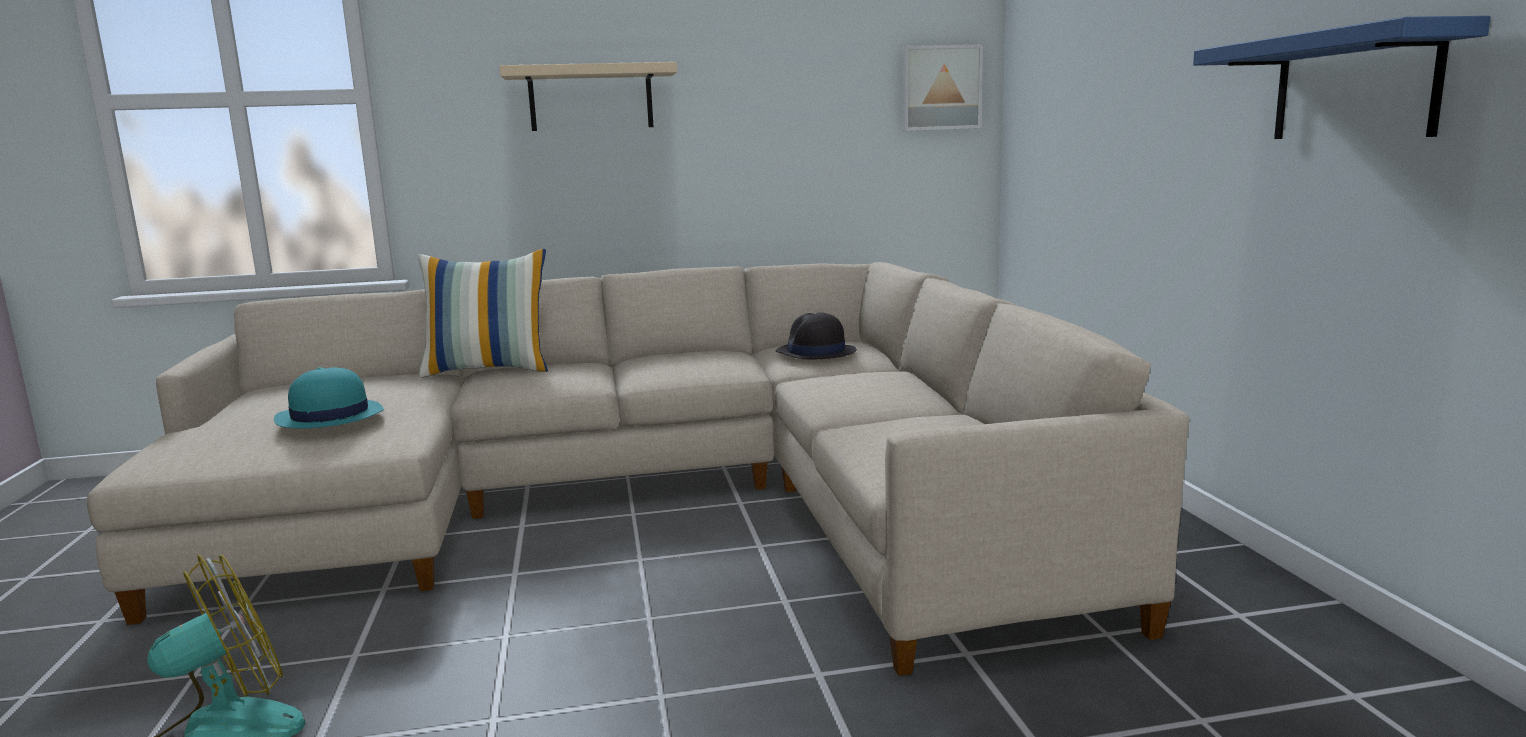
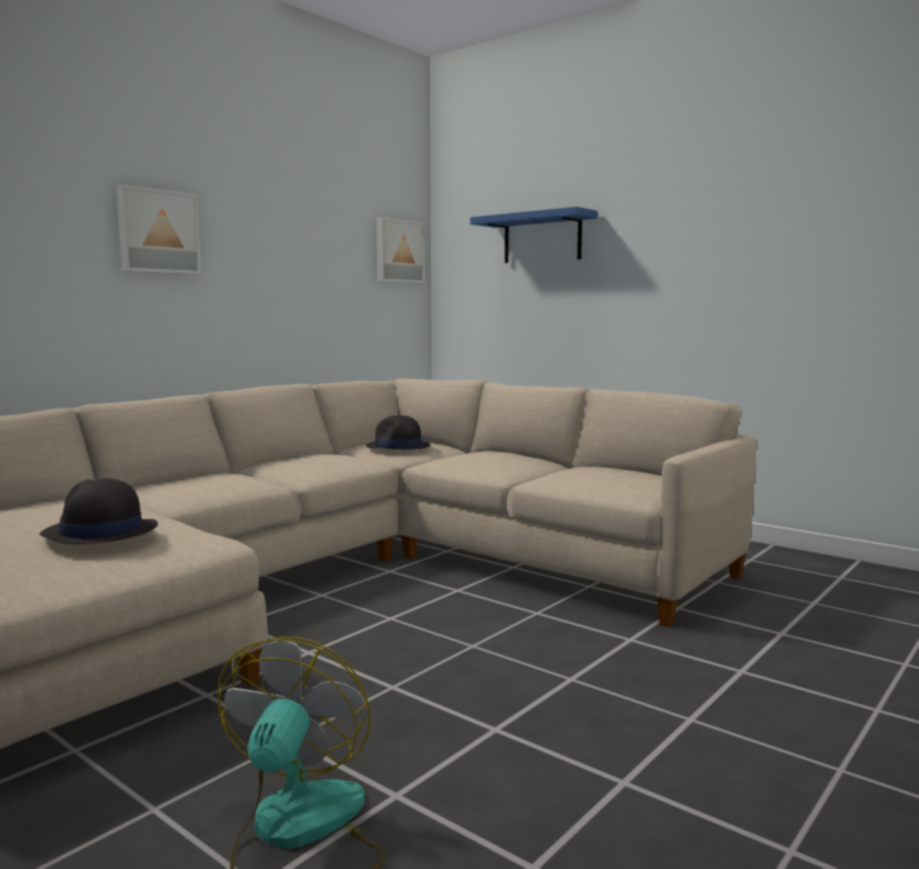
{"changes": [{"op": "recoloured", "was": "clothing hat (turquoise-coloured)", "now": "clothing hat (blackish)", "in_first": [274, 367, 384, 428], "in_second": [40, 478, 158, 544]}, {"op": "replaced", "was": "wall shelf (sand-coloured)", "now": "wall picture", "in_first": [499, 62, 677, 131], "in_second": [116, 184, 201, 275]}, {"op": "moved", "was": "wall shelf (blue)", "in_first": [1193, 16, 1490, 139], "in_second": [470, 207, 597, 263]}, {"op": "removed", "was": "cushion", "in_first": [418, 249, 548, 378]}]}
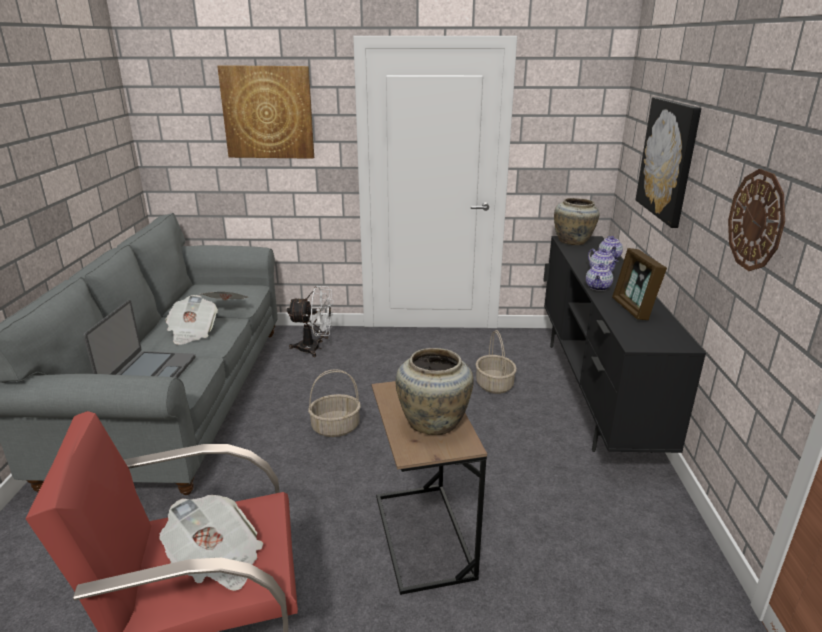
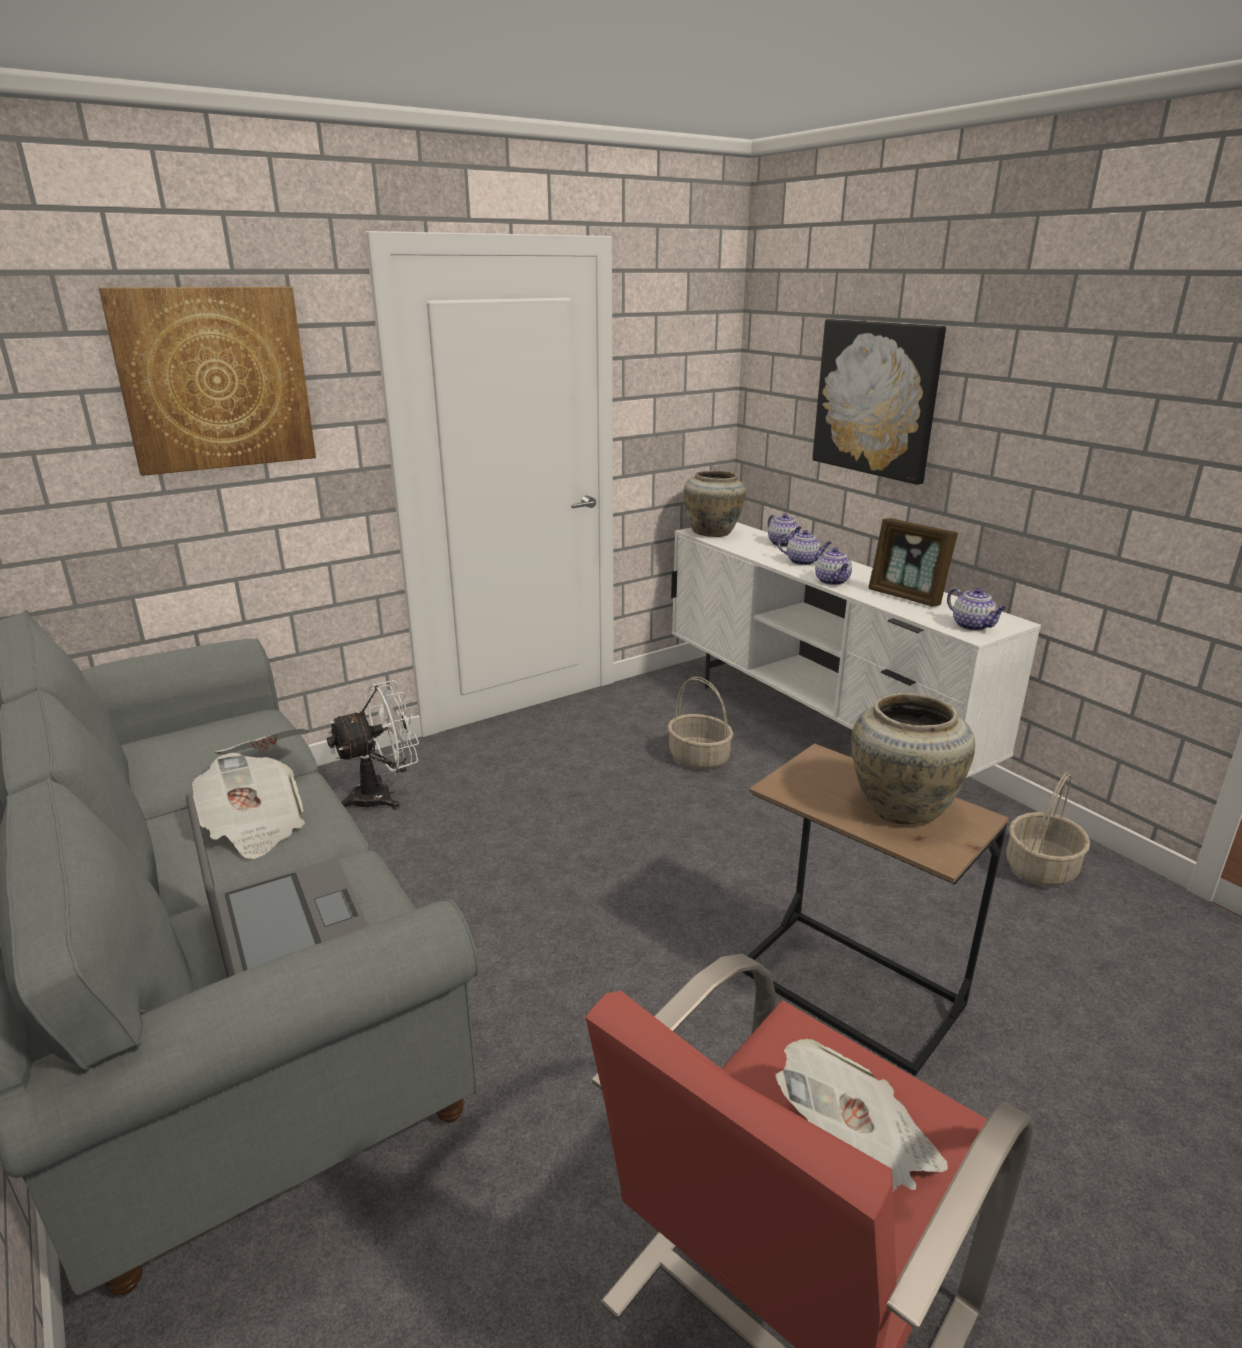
{"changes": [{"op": "recoloured", "was": "tv unit (blackish)", "now": "tv unit (white)", "in_first": [543, 236, 706, 453], "in_second": [671, 522, 1041, 778]}, {"op": "added", "now": "teapot", "in_second": [947, 588, 1007, 631]}, {"op": "moved", "was": "storage basket", "in_first": [308, 369, 361, 437], "in_second": [1006, 772, 1090, 886]}, {"op": "removed", "was": "wall clock", "in_first": [728, 169, 785, 271]}]}
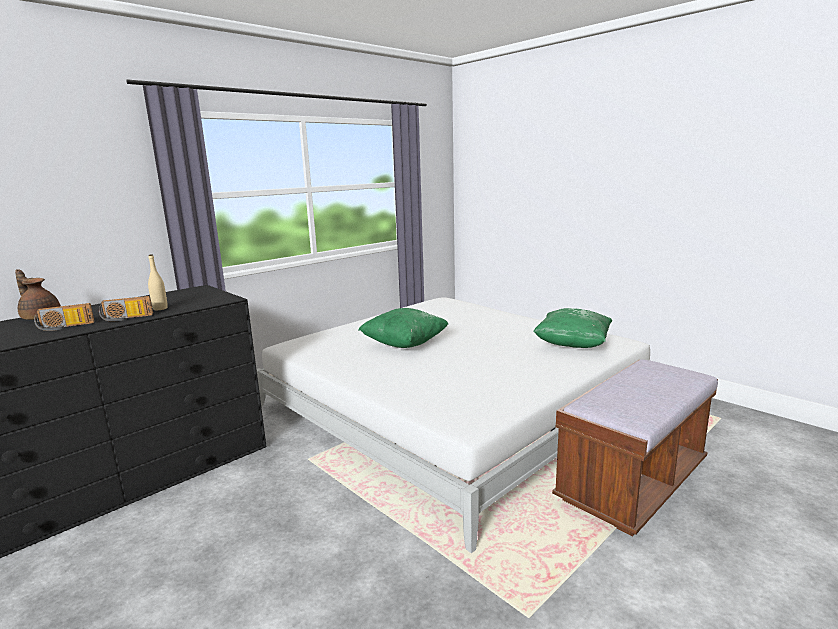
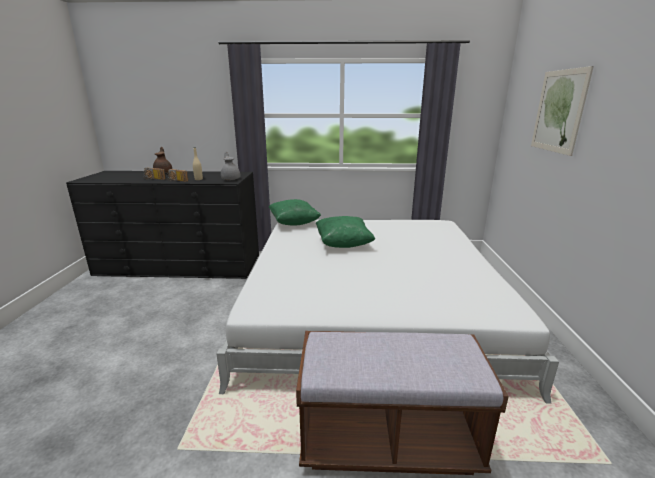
{"changes": [{"op": "added", "now": "teapot (grey)", "in_second": [221, 151, 240, 180]}, {"op": "moved", "was": "cushion (green-coloured)", "in_first": [533, 308, 612, 348], "in_second": [269, 199, 321, 225]}, {"op": "added", "now": "wall picture", "in_second": [531, 66, 594, 156]}]}
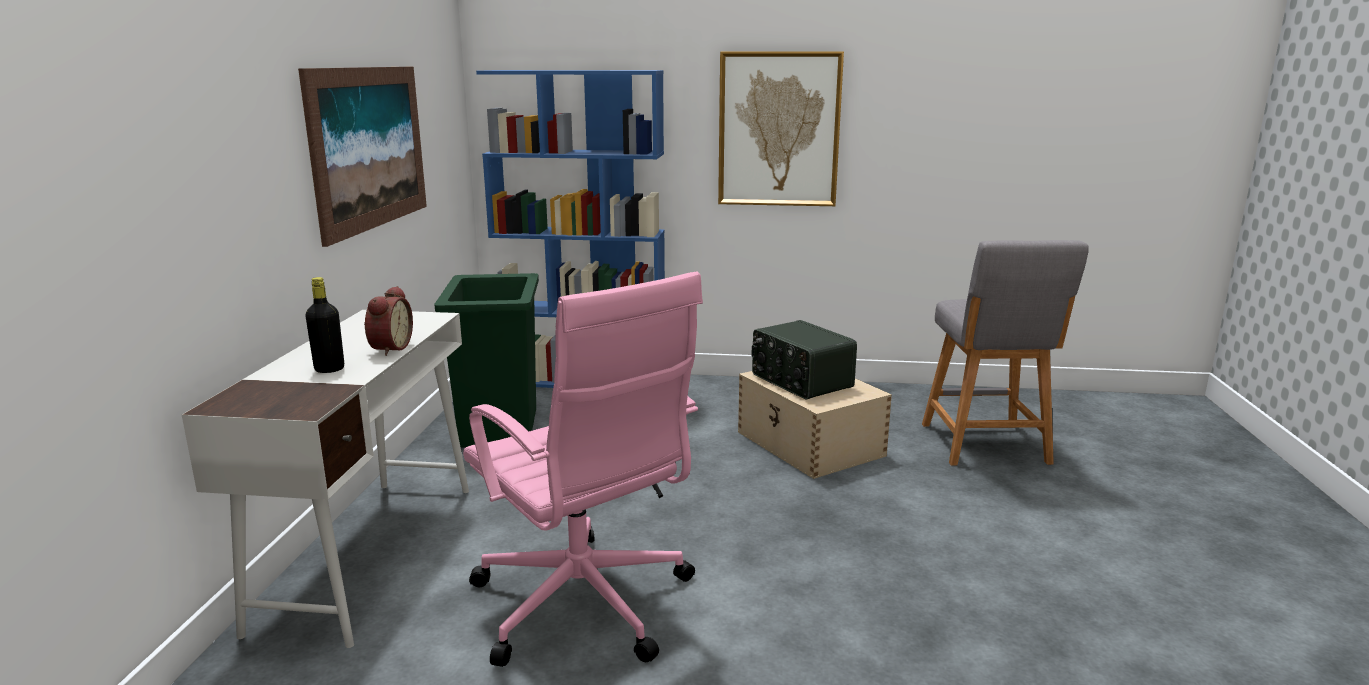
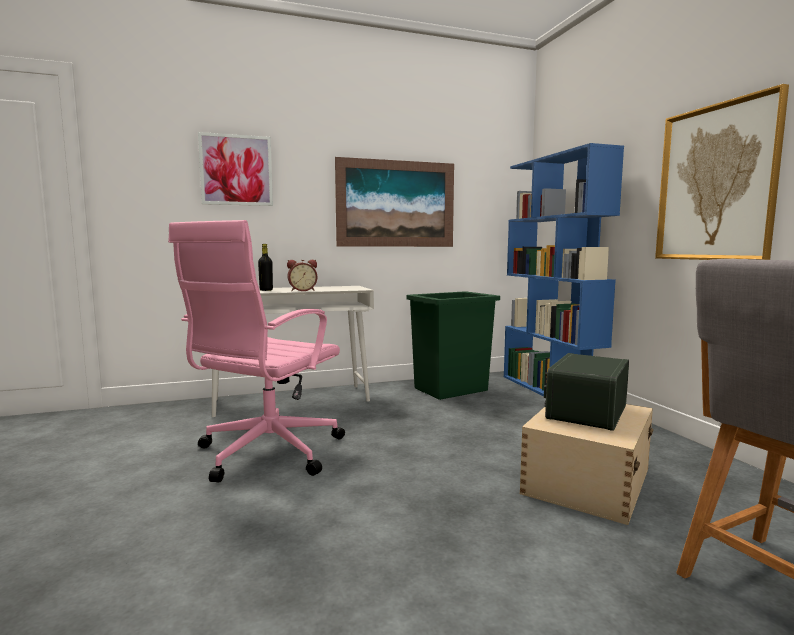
{"changes": [{"op": "added", "now": "wall picture", "in_second": [198, 132, 273, 206]}]}
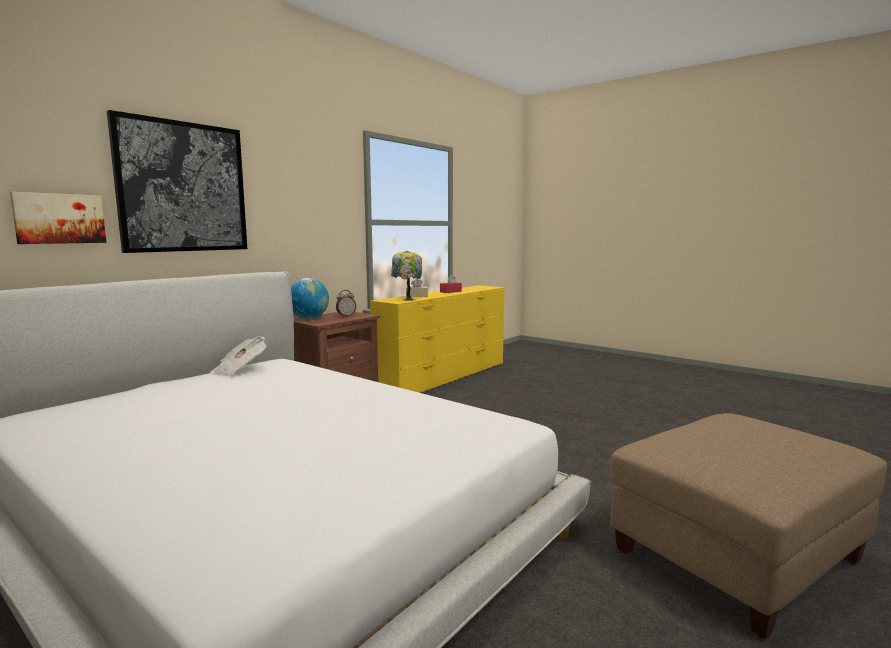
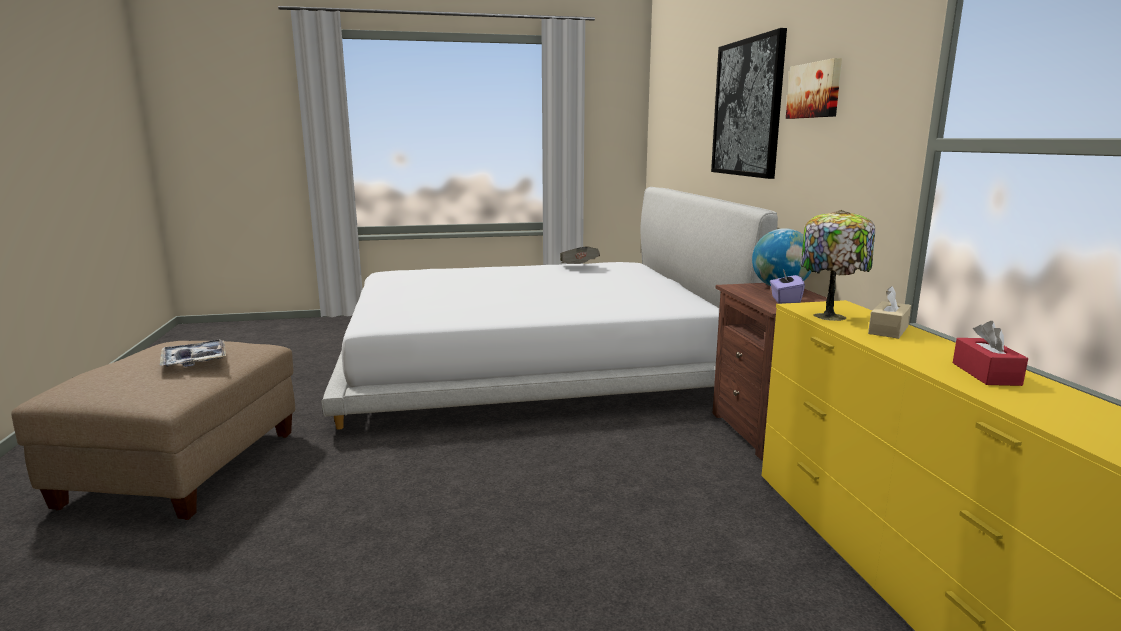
{"changes": [{"op": "added", "now": "tray", "in_second": [160, 340, 226, 367]}, {"op": "moved", "was": "daily paper", "in_first": [210, 336, 266, 375], "in_second": [560, 246, 600, 264]}, {"op": "replaced", "was": "table clock", "now": "box of tissues (purple-coloured)", "in_first": [336, 290, 357, 317], "in_second": [770, 269, 805, 304]}, {"op": "moved", "was": "wall picture", "in_first": [10, 192, 106, 244], "in_second": [786, 58, 842, 119]}]}
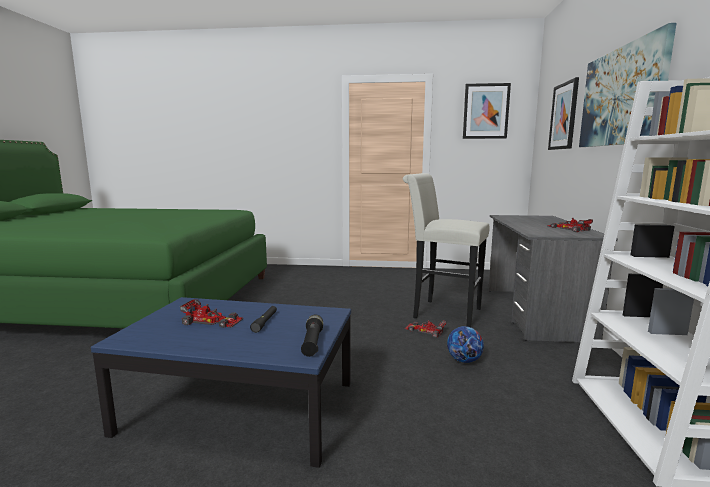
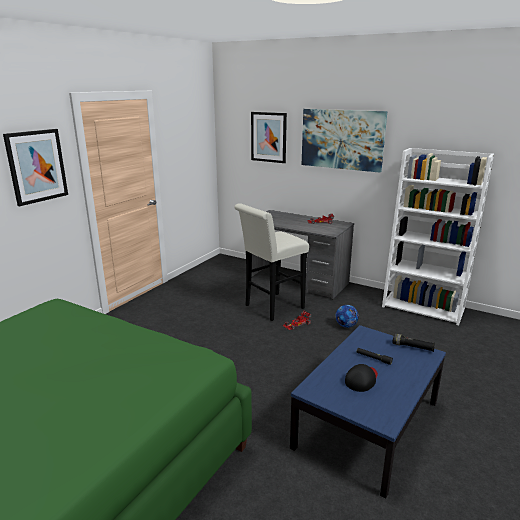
{"changes": [{"op": "moved", "was": "wall picture", "in_first": [463, 83, 511, 139], "in_second": [3, 129, 68, 206]}, {"op": "replaced", "was": "toy car", "now": "baseball cap (blackish)", "in_first": [180, 299, 243, 328], "in_second": [345, 364, 378, 392]}]}
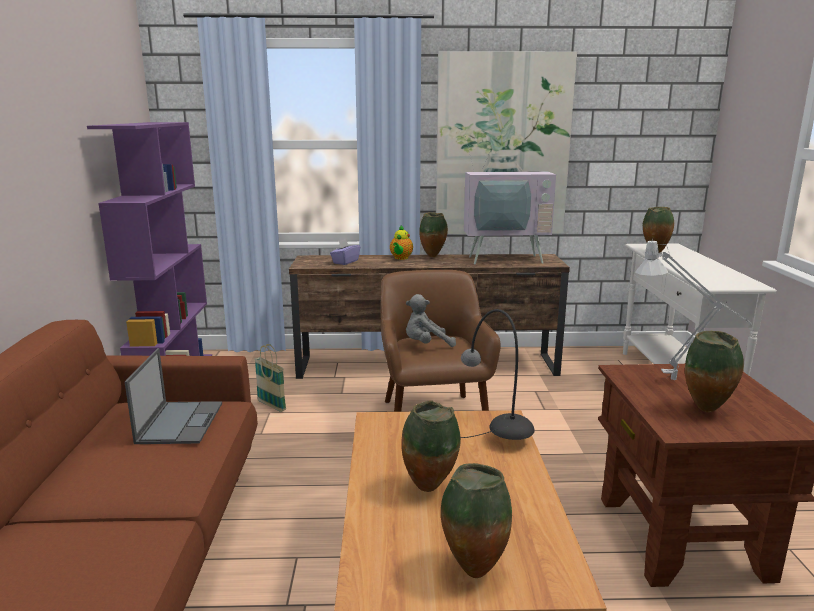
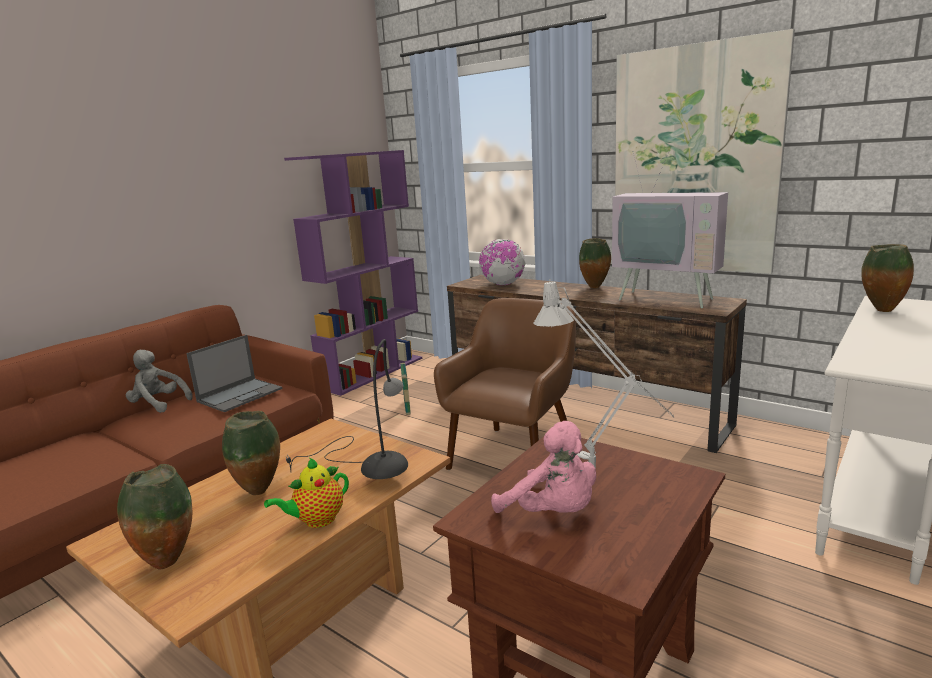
{"changes": [{"op": "moved", "was": "soft toy (grey)", "in_first": [406, 294, 456, 347], "in_second": [126, 350, 193, 413]}, {"op": "moved", "was": "teapot", "in_first": [390, 225, 413, 260], "in_second": [264, 458, 349, 528]}, {"op": "replaced", "was": "box of tissues (purple-coloured)", "now": "globe", "in_first": [330, 239, 360, 265], "in_second": [479, 239, 526, 285]}, {"op": "replaced", "was": "vase", "now": "soft toy (pinkish)", "in_first": [685, 331, 744, 413], "in_second": [491, 421, 596, 513]}]}
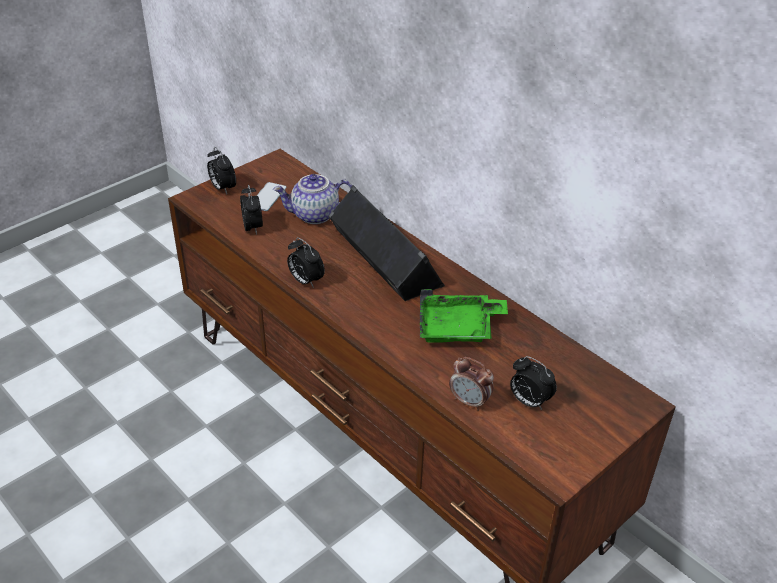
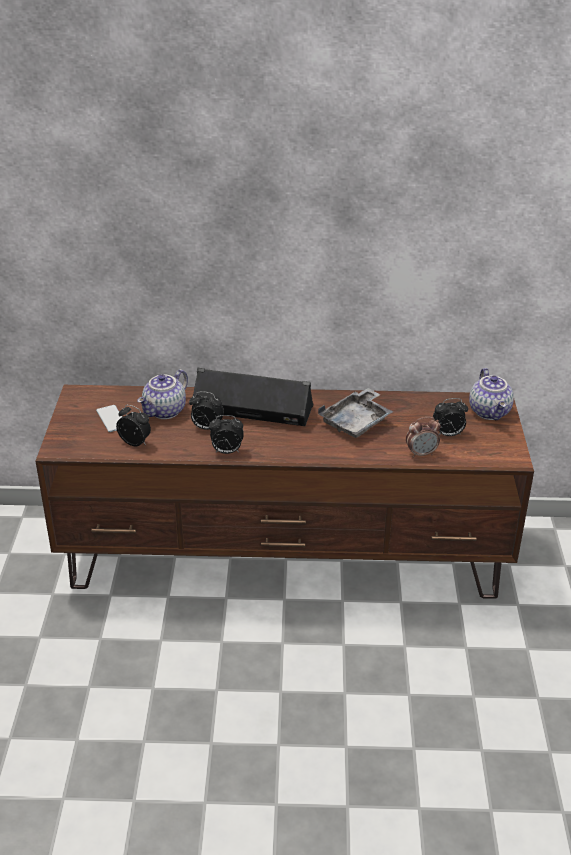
{"changes": [{"op": "moved", "was": "table clock", "in_first": [207, 147, 236, 194], "in_second": [189, 391, 224, 430]}, {"op": "recoloured", "was": "tray (green-coloured)", "now": "tray (grey)", "in_first": [420, 289, 508, 343], "in_second": [318, 388, 393, 438]}, {"op": "added", "now": "teapot", "in_second": [469, 368, 514, 420]}]}
